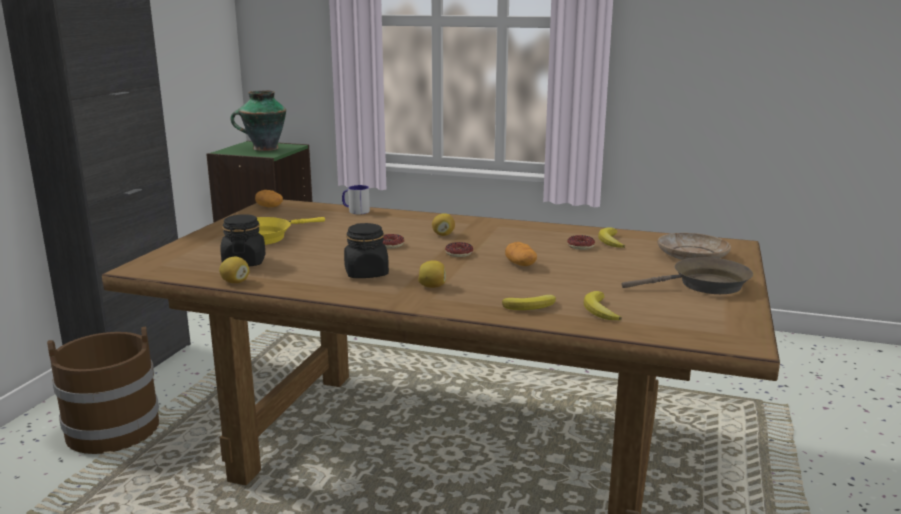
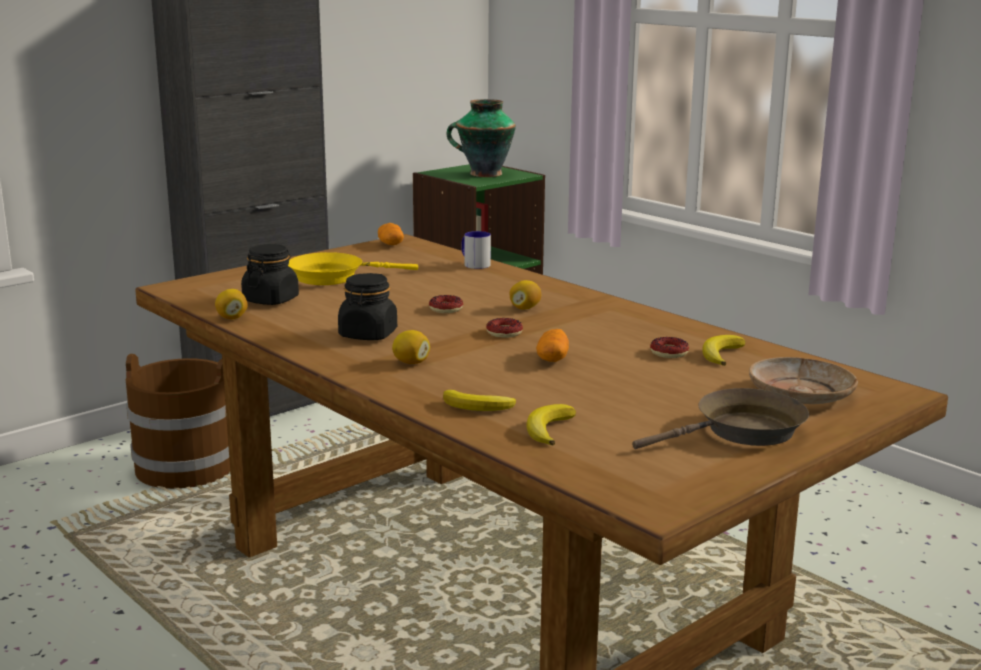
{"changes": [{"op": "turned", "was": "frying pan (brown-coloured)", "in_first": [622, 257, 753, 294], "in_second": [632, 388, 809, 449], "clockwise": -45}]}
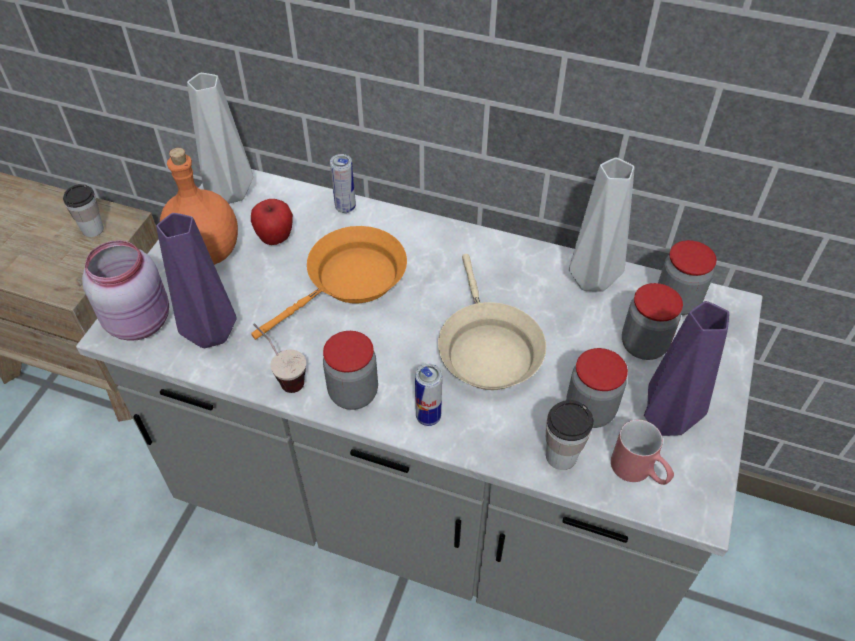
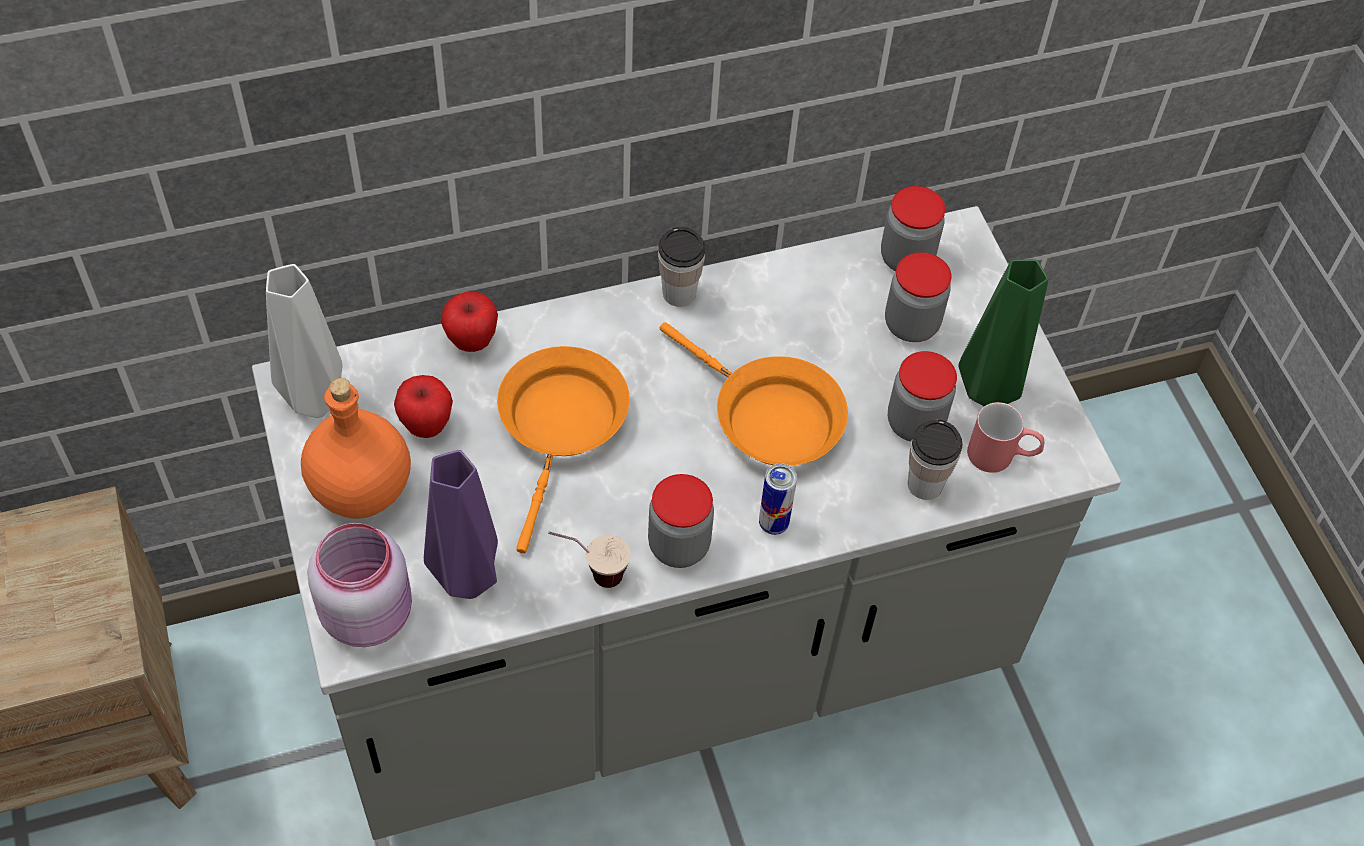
{"changes": [{"op": "replaced", "was": "can", "now": "apple fruit", "in_first": [330, 154, 356, 213], "in_second": [441, 292, 498, 352]}, {"op": "moved", "was": "drinking cup", "in_first": [63, 184, 104, 237], "in_second": [658, 227, 705, 307]}, {"op": "recoloured", "was": "frying pan (sand-coloured)", "now": "frying pan (orange)", "in_first": [438, 254, 546, 390], "in_second": [660, 322, 848, 466]}, {"op": "recoloured", "was": "vase (purple-coloured)", "now": "vase (green-coloured)", "in_first": [644, 301, 729, 436], "in_second": [958, 259, 1048, 406]}, {"op": "removed", "was": "vase (grey)", "in_first": [569, 158, 634, 292]}]}
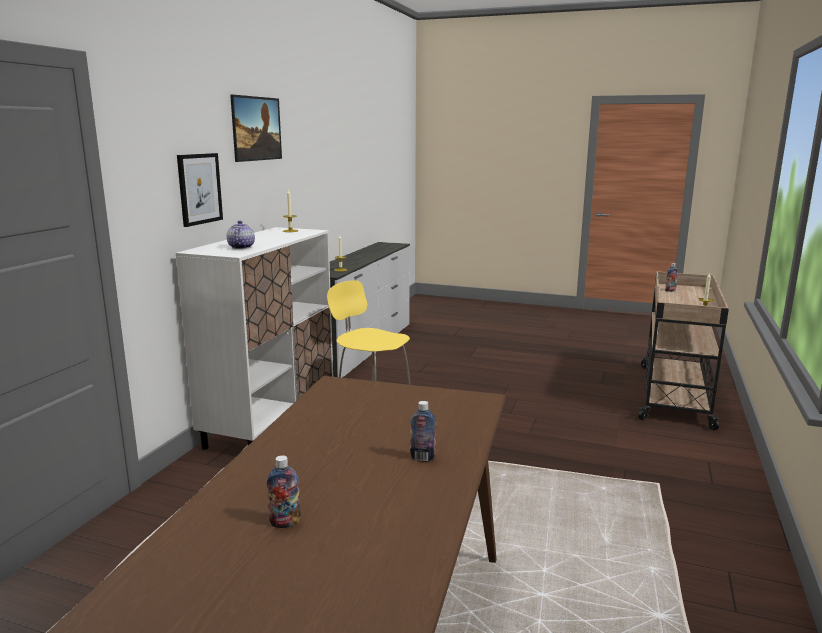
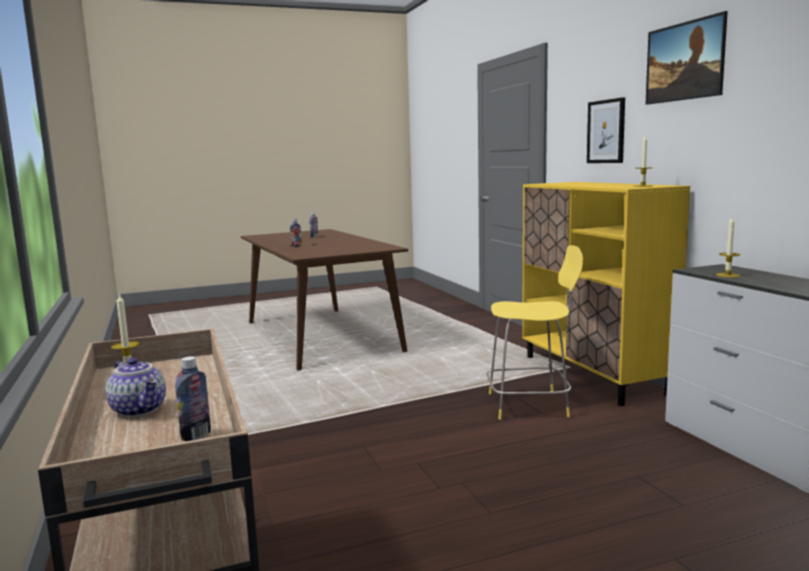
{"changes": [{"op": "moved", "was": "teapot", "in_first": [227, 221, 255, 249], "in_second": [105, 358, 166, 417]}, {"op": "recoloured", "was": "cabinet (white)", "now": "cabinet (yellowish)", "in_first": [176, 227, 333, 450], "in_second": [522, 182, 690, 406]}]}
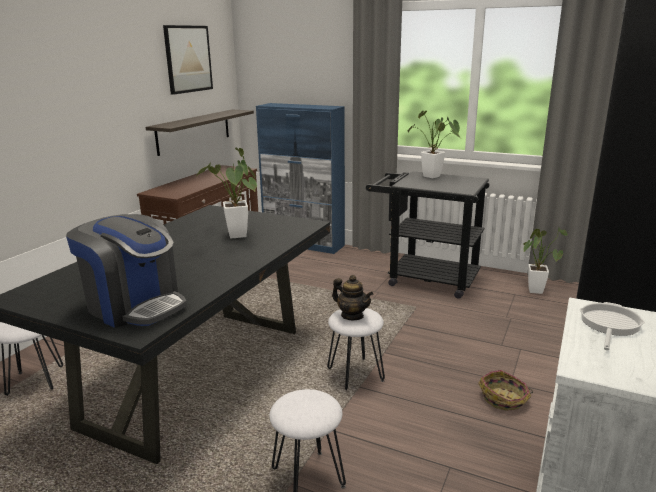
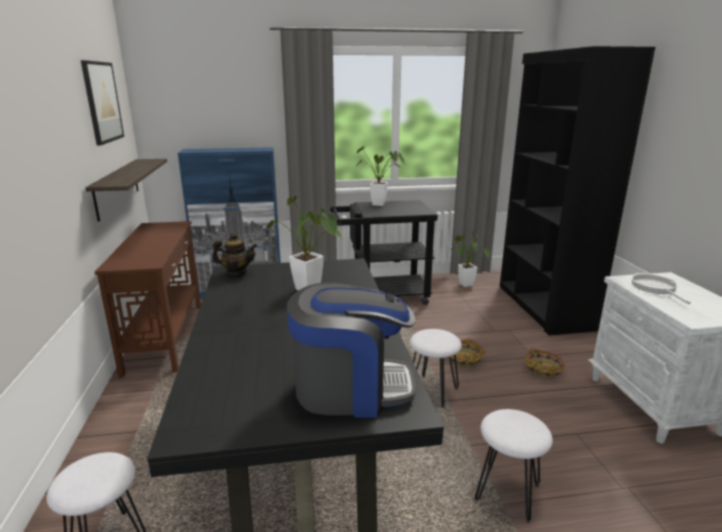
{"changes": [{"op": "moved", "was": "teapot", "in_first": [332, 275, 373, 320], "in_second": [212, 233, 257, 276]}, {"op": "added", "now": "storage basket", "in_second": [445, 338, 485, 367]}]}
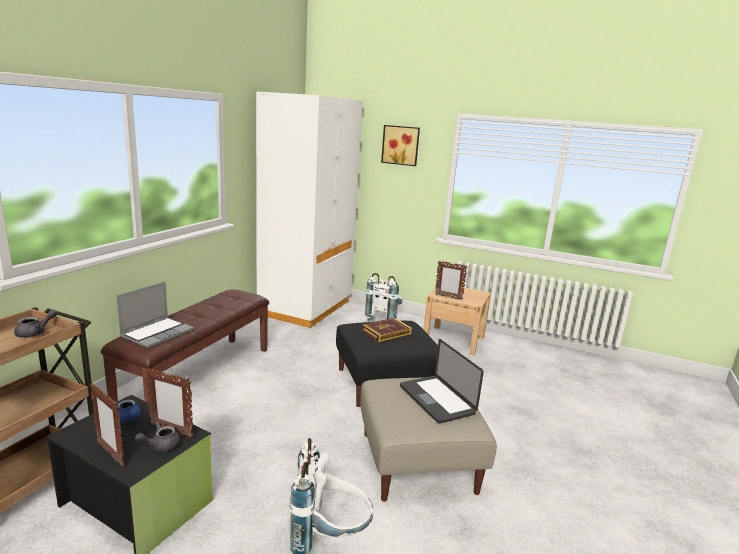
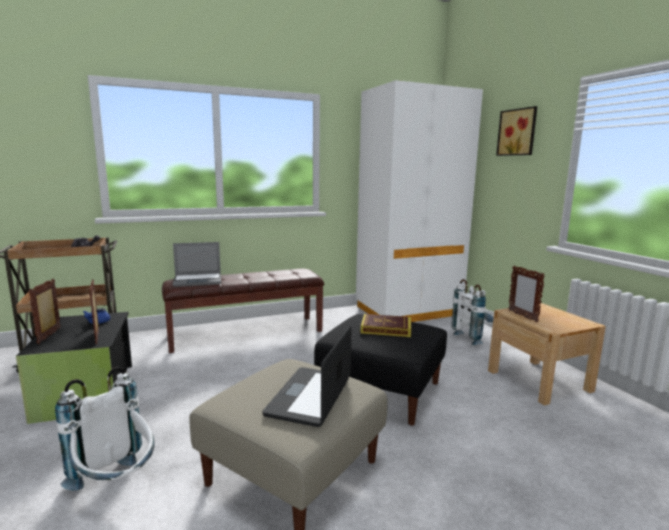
{"changes": [{"op": "removed", "was": "teapot (grey)", "in_first": [135, 422, 181, 452]}]}
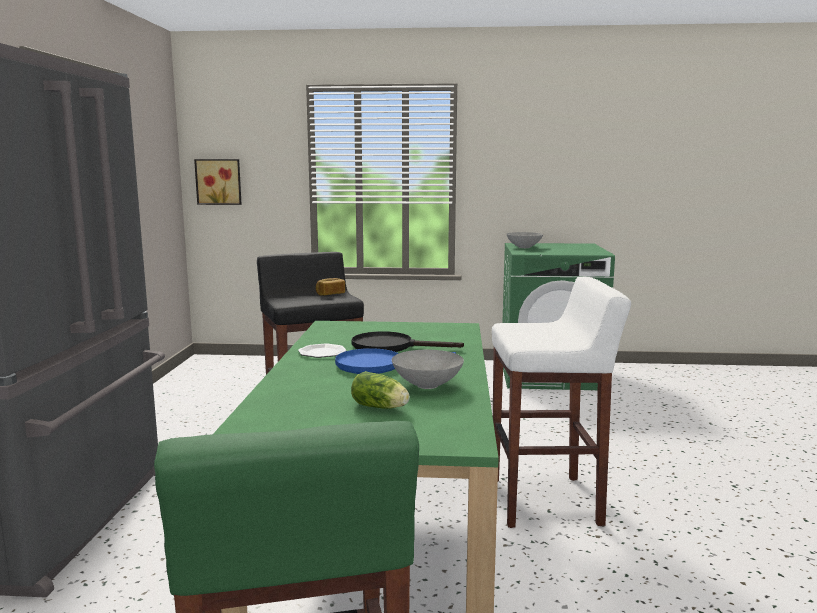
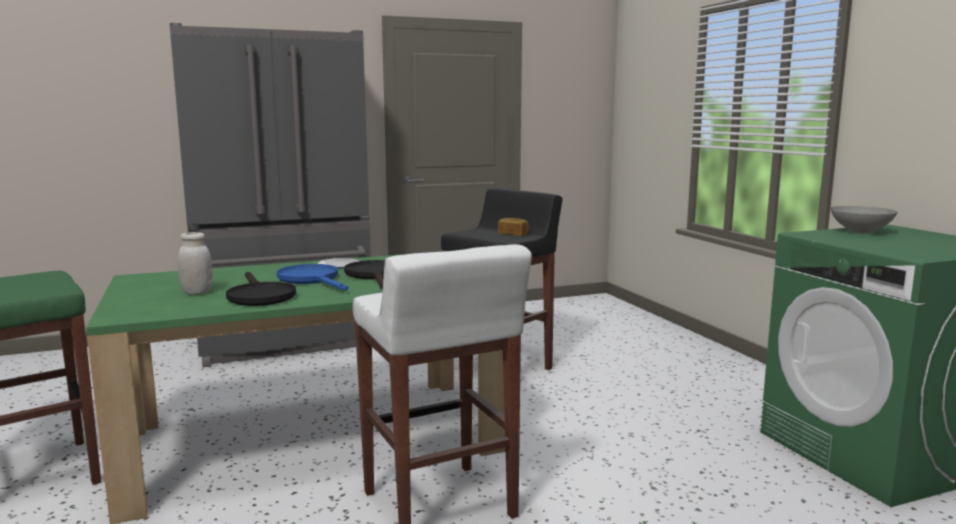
{"changes": [{"op": "replaced", "was": "lettuce", "now": "storage jar (white)", "in_first": [351, 371, 410, 409], "in_second": [178, 232, 213, 295]}, {"op": "replaced", "was": "bowl (grey)", "now": "frying pan (blackish)", "in_first": [392, 350, 464, 389], "in_second": [226, 272, 296, 306]}, {"op": "removed", "was": "wall picture", "in_first": [194, 159, 242, 205]}]}
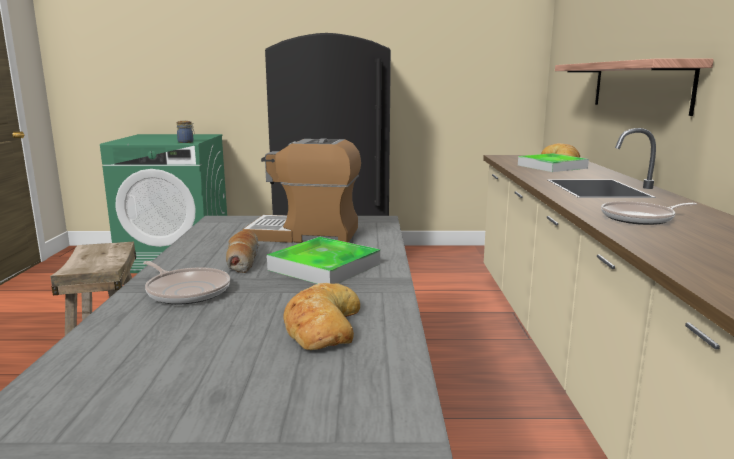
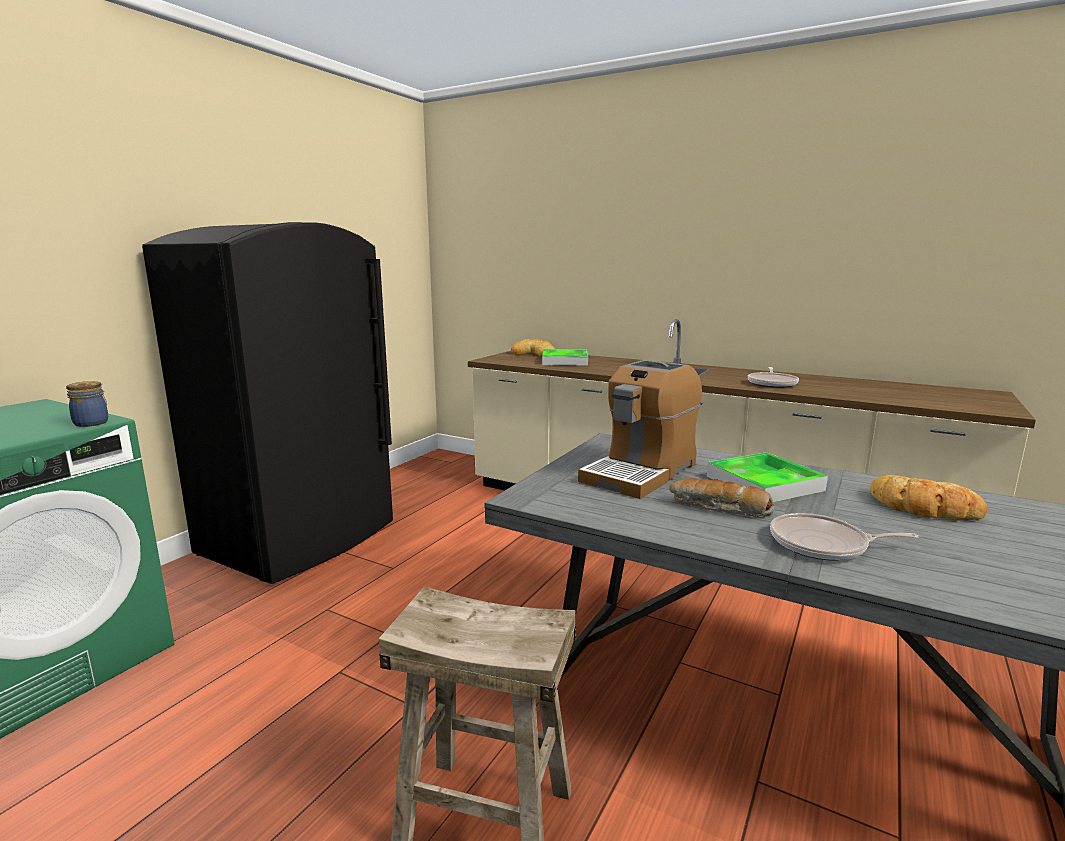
{"changes": [{"op": "turned", "was": "frying pan", "in_first": [143, 261, 230, 304], "in_second": [770, 513, 918, 561], "clockwise": -150}, {"op": "removed", "was": "wall shelf", "in_first": [555, 59, 714, 116]}]}
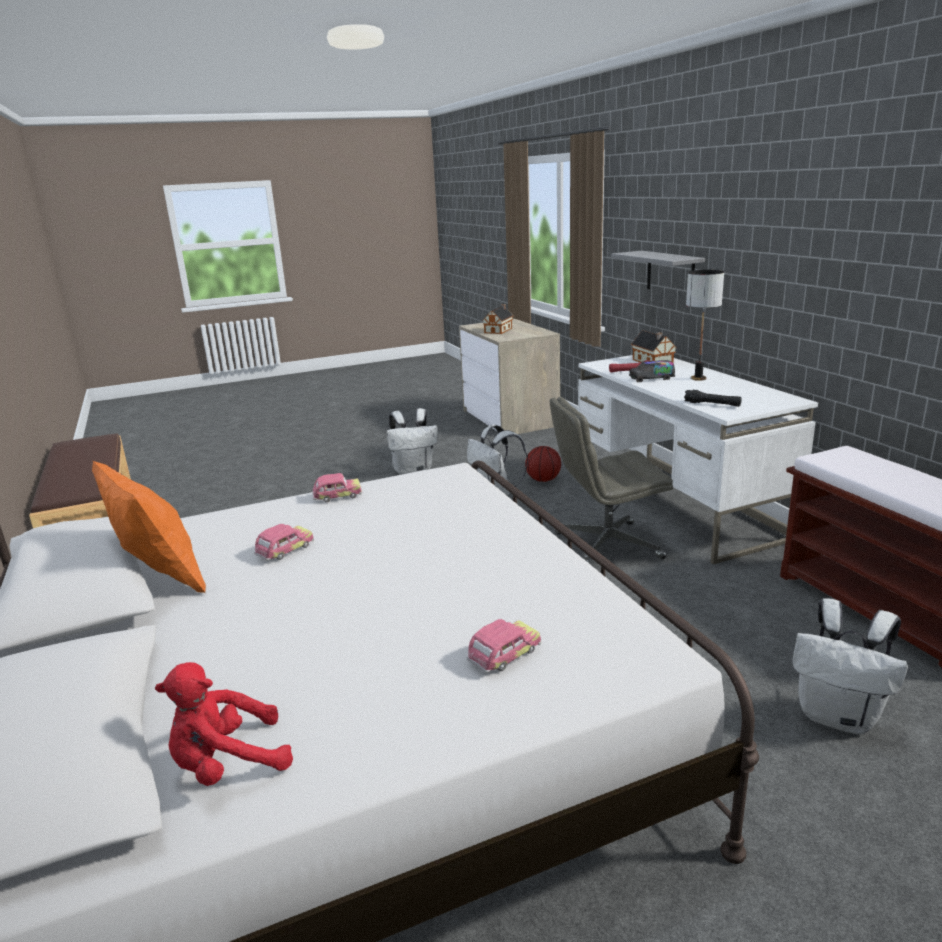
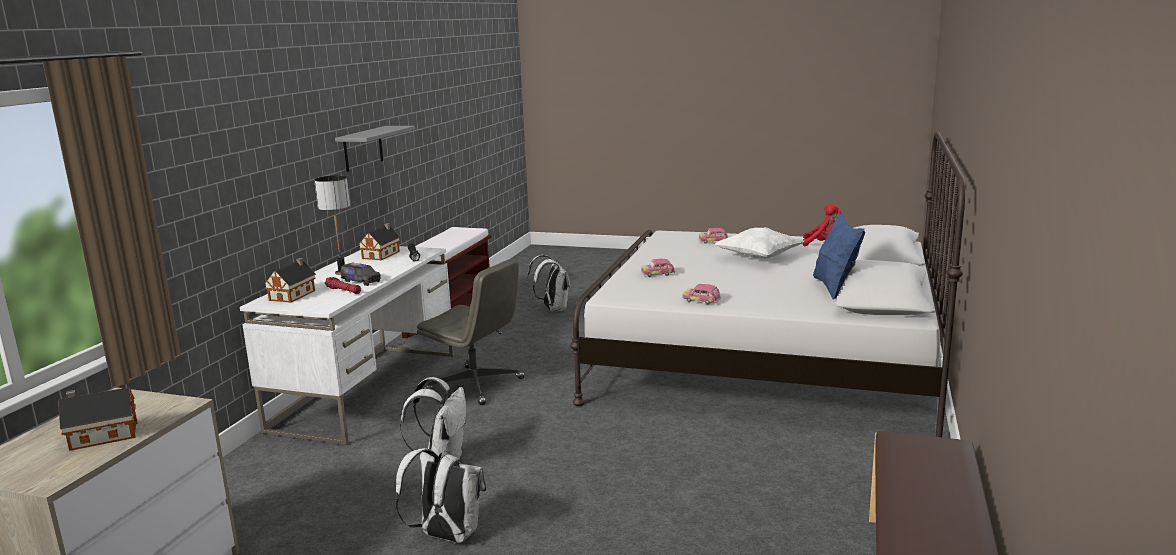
{"changes": [{"op": "moved", "was": "wall shelf (grey)", "in_first": [611, 251, 705, 289], "in_second": [335, 126, 415, 172]}, {"op": "added", "now": "toy house", "in_second": [358, 223, 400, 260]}, {"op": "moved", "was": "toy car", "in_first": [254, 524, 314, 561], "in_second": [641, 259, 675, 277]}, {"op": "added", "now": "cushion (white)", "in_second": [714, 227, 805, 259]}, {"op": "recoloured", "was": "cushion (orange)", "now": "cushion (blue)", "in_first": [92, 461, 206, 593], "in_second": [813, 213, 865, 300]}, {"op": "removed", "was": "basketball ball", "in_first": [525, 446, 561, 482]}]}
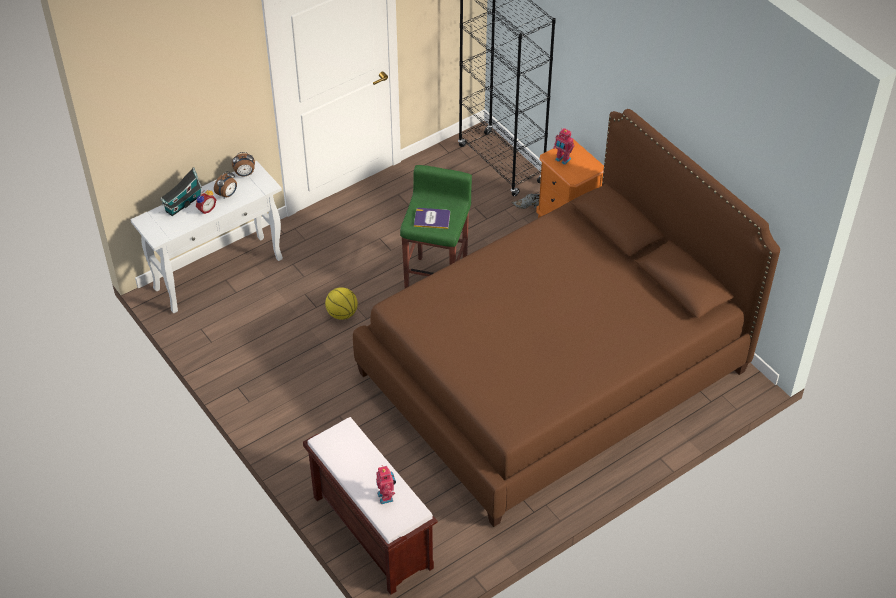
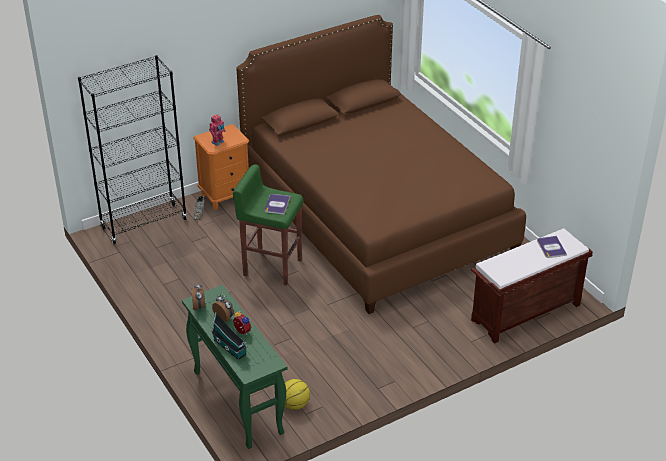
{"changes": [{"op": "recoloured", "was": "console table (white)", "now": "console table (green-coloured)", "in_first": [130, 161, 283, 313], "in_second": [182, 285, 287, 449]}, {"op": "moved", "was": "basketball ball", "in_first": [325, 287, 358, 320], "in_second": [285, 379, 310, 410]}, {"op": "replaced", "was": "model robot", "now": "volume", "in_first": [376, 465, 396, 504], "in_second": [537, 236, 567, 258]}]}
